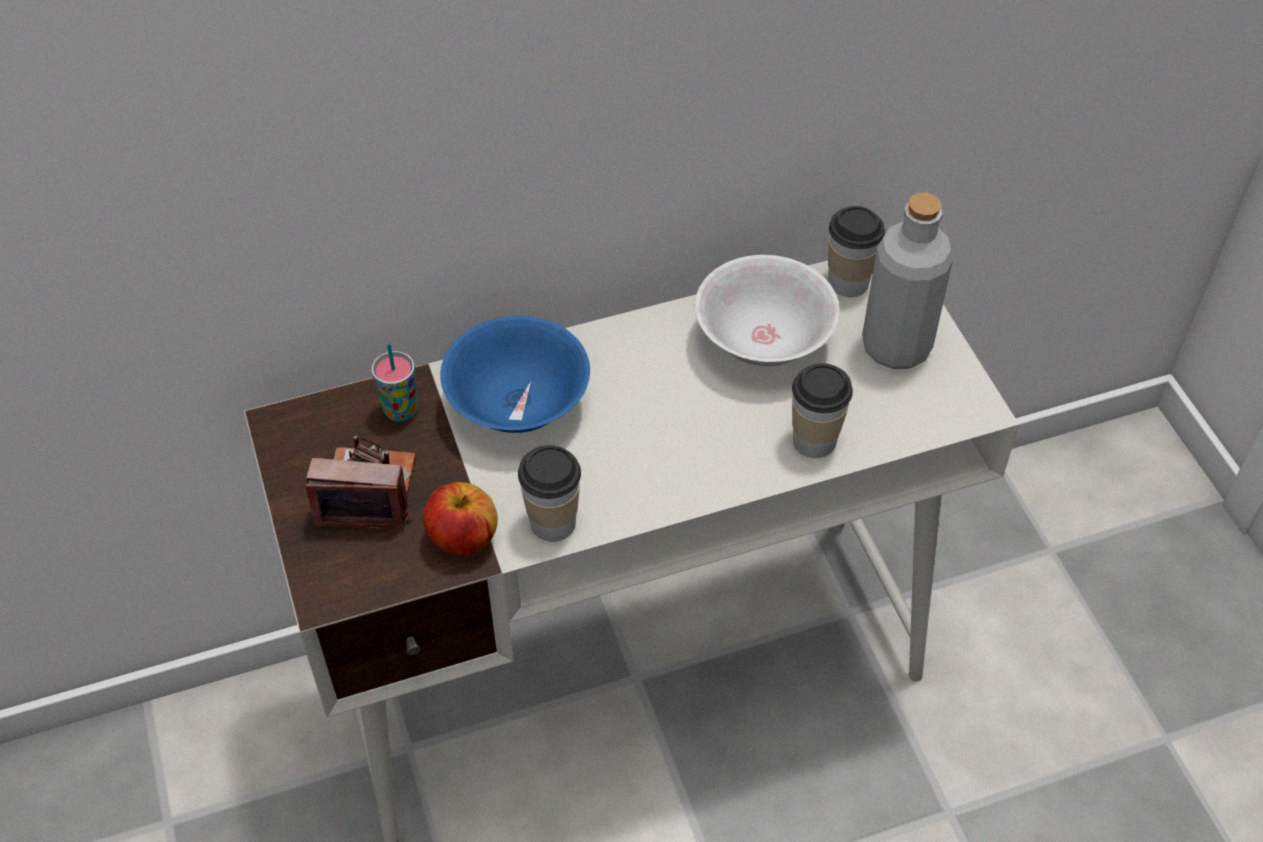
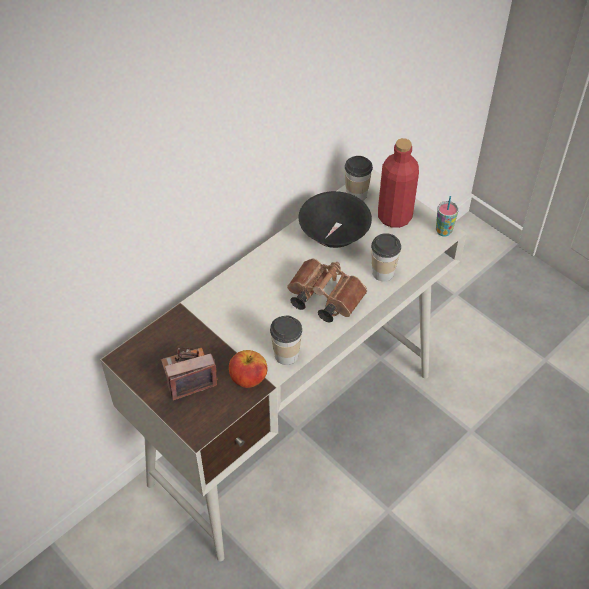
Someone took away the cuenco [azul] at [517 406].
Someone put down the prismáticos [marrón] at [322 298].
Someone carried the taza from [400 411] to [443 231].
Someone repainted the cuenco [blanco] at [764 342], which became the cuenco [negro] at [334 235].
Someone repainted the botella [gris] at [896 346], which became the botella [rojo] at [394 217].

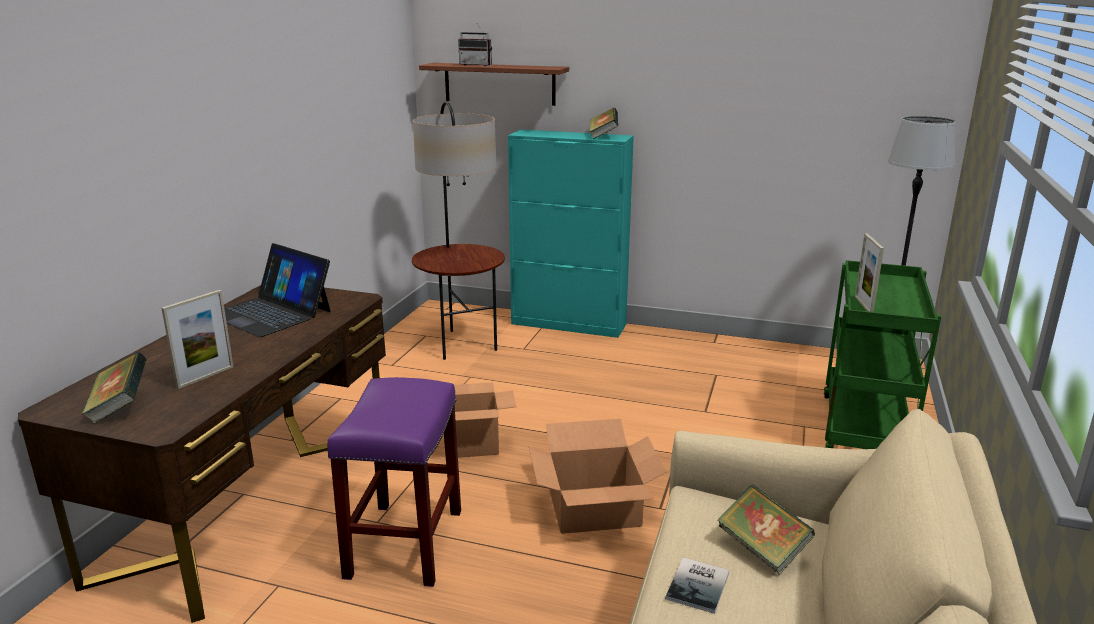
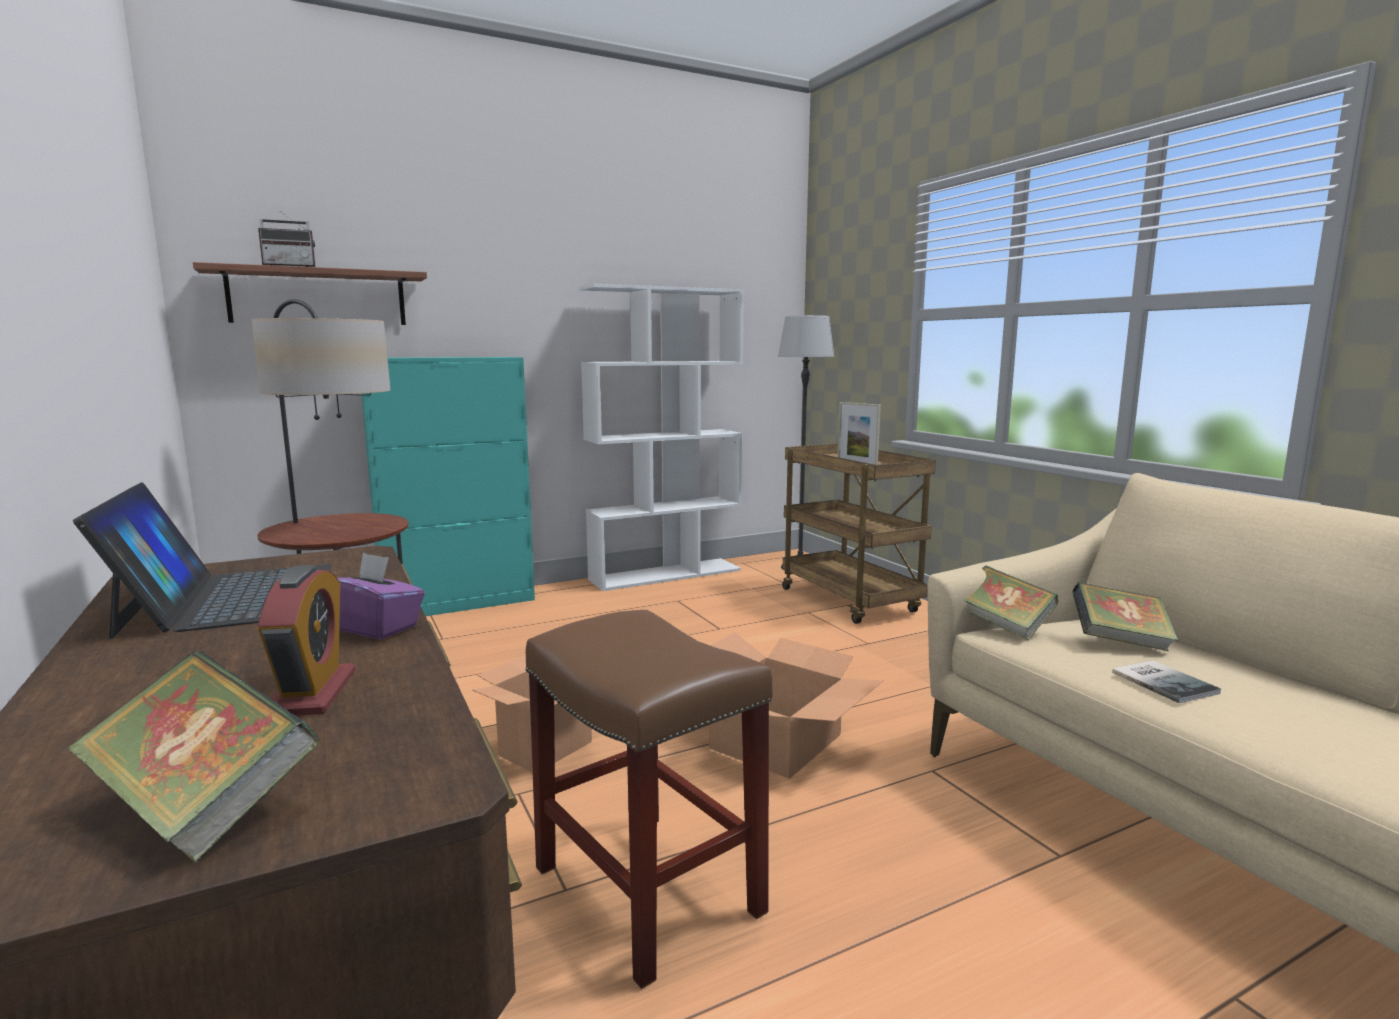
Someone put down the caja de pañuelos [morado] at [373 627].
Someone put down the estantería [blanco] at [666 574].
Someone carried the libro from [603 136] to [1003 626].
Someone swapped the portarretratos at [205 377] for the despertador at [312 693].
Someone repainted the taburete [morado] at [405 544], which became the taburete [marrón] at [650 890].
Someone repainted the carrito [verde] at [865 432], which became the carrito [marrón] at [851 601].
Someone rotated the portátil at [271 313] by 105 degrees counterclockwise.

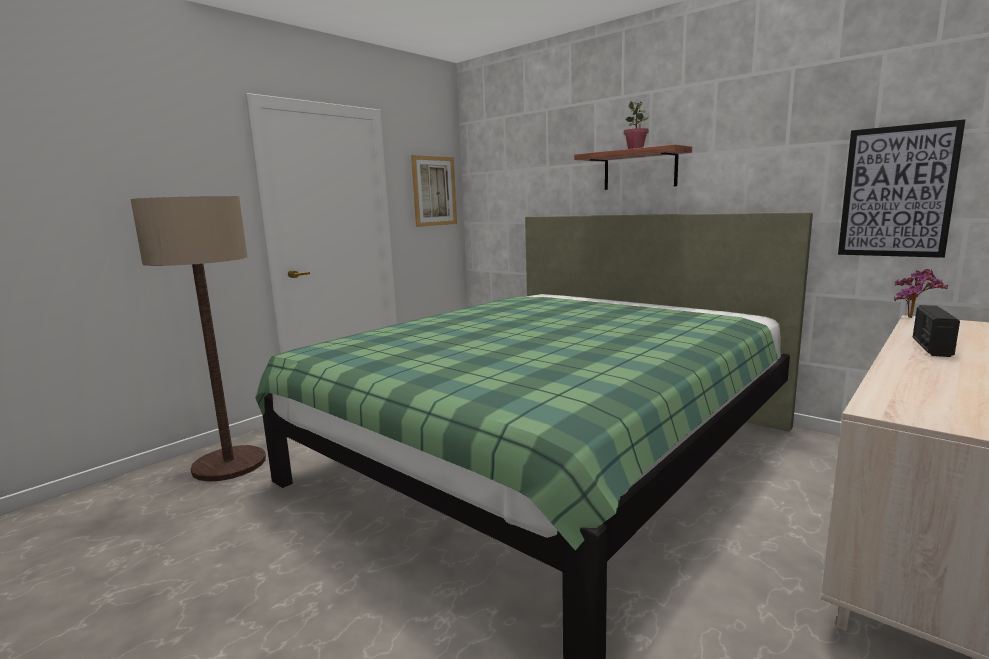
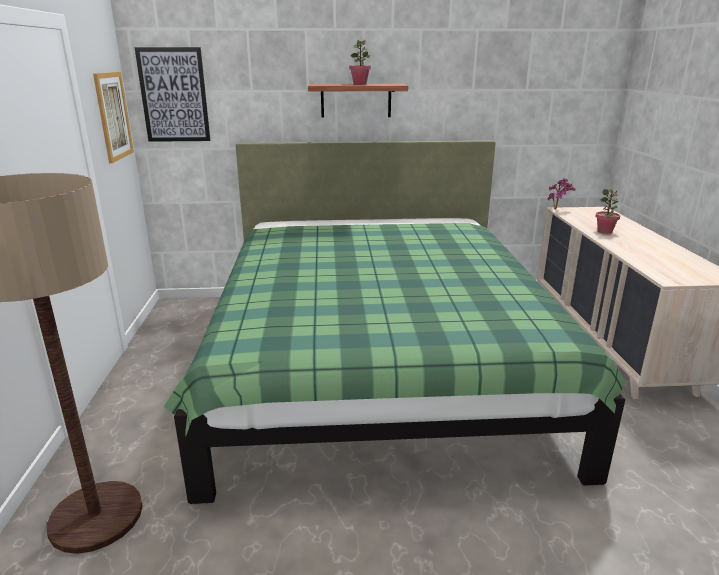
Someone carried the cuadro from [897 192] to [174 95].
Someone swapped the radio at [931 347] for the planta en maceta at [605 231].

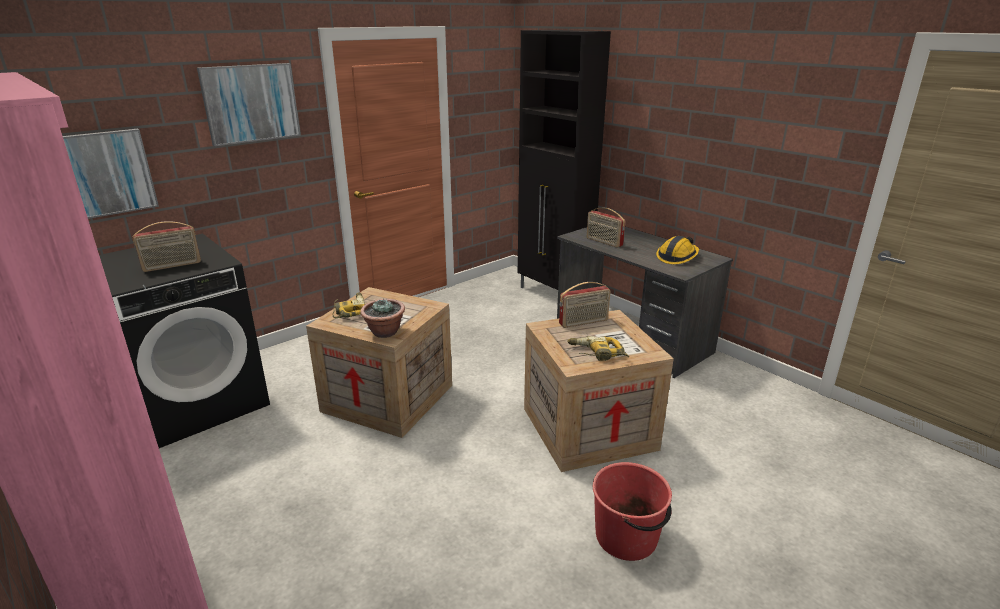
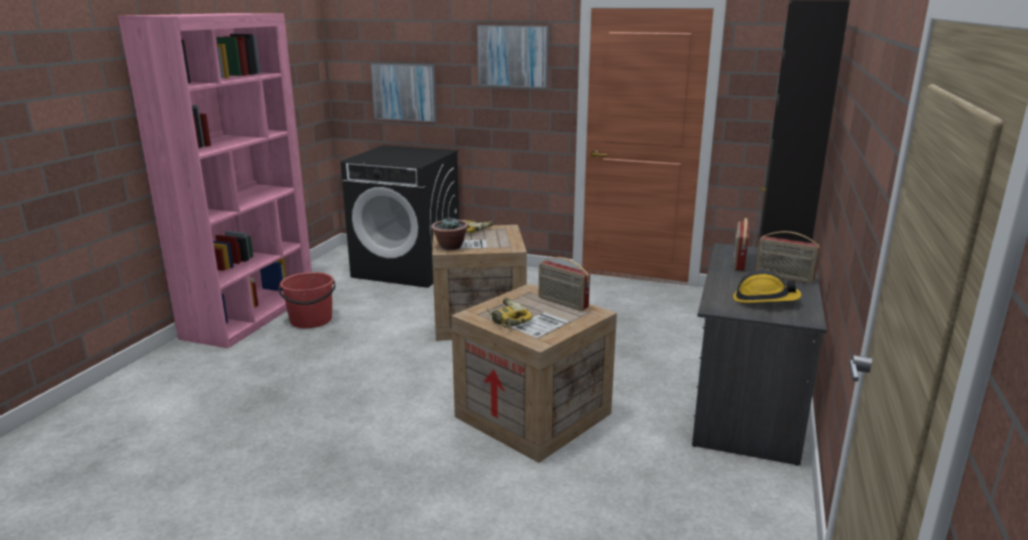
Someone carried the radio from [172 266] to [783 277].
Someone carried the cubo [rojo] from [627 537] to [311 320].

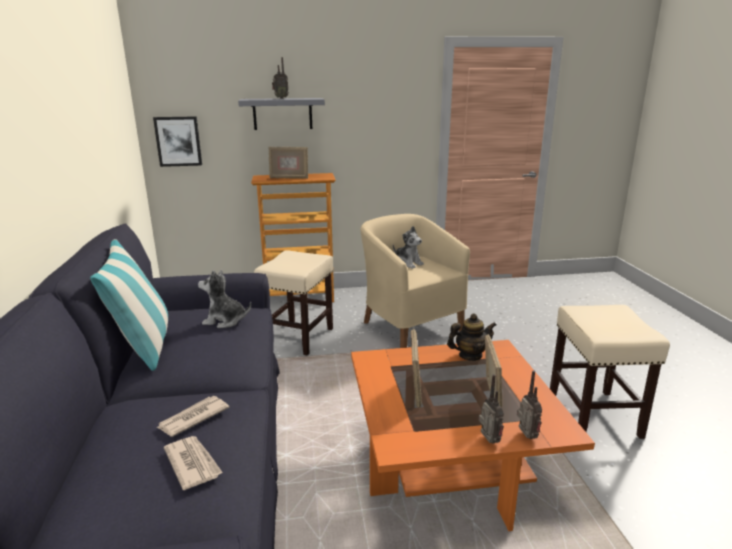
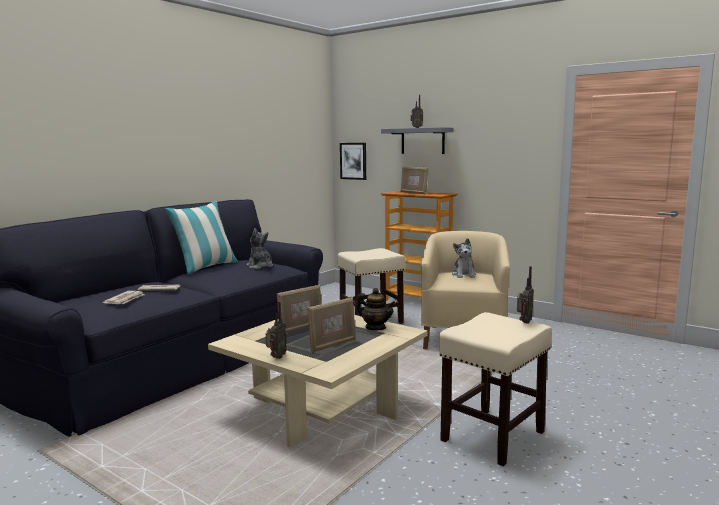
Someone carried the radio from [526 437] to [523 322].
Someone repainted the mesa de centro [naranja] at [450 466], which became the mesa de centro [beis] at [322 409].

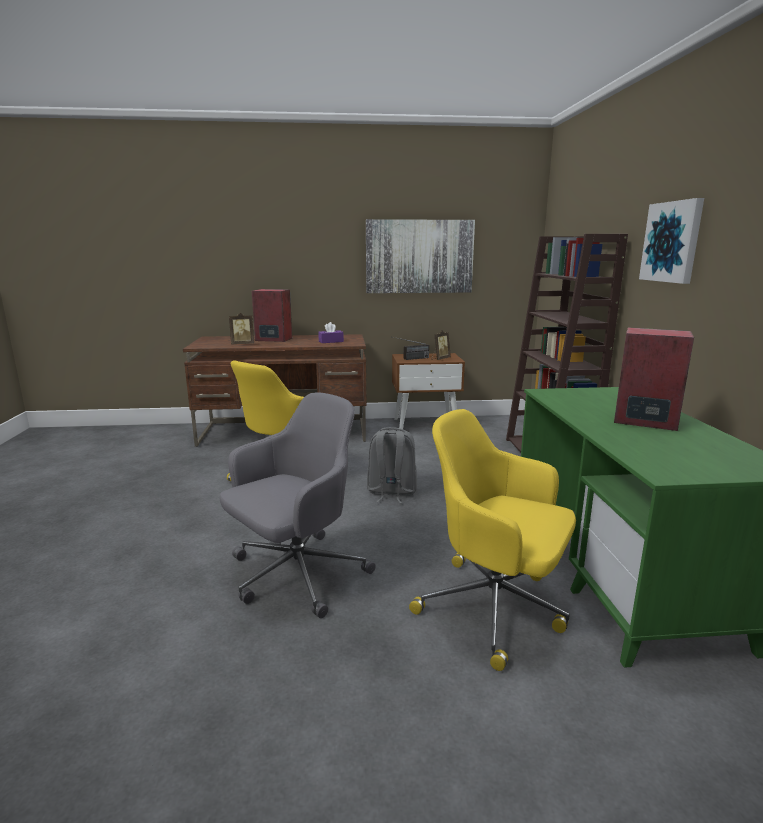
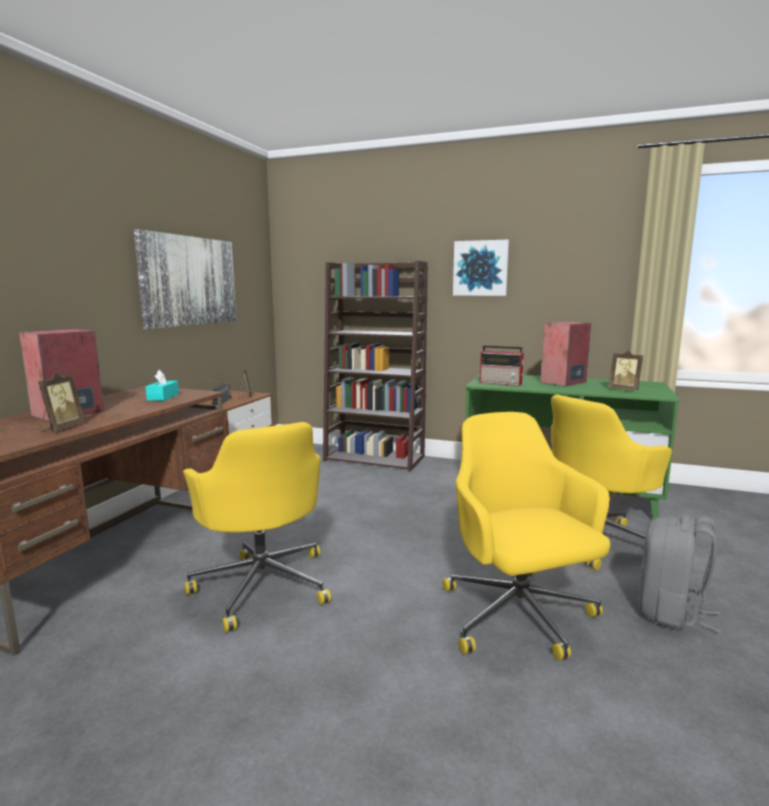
Someone put down the radio at [501 383].
Someone put down the portarretratos at [624 389].
Someone carried the mochila [gris] from [391 492] to [671 612].
Someone repainted the silla de oficina [gris] at [296 574], which became the silla de oficina [amarillo] at [518 616].
Someone repainted the caja de pañuelos [morado] at [331 341], which became the caja de pañuelos [turquesa] at [163 397].

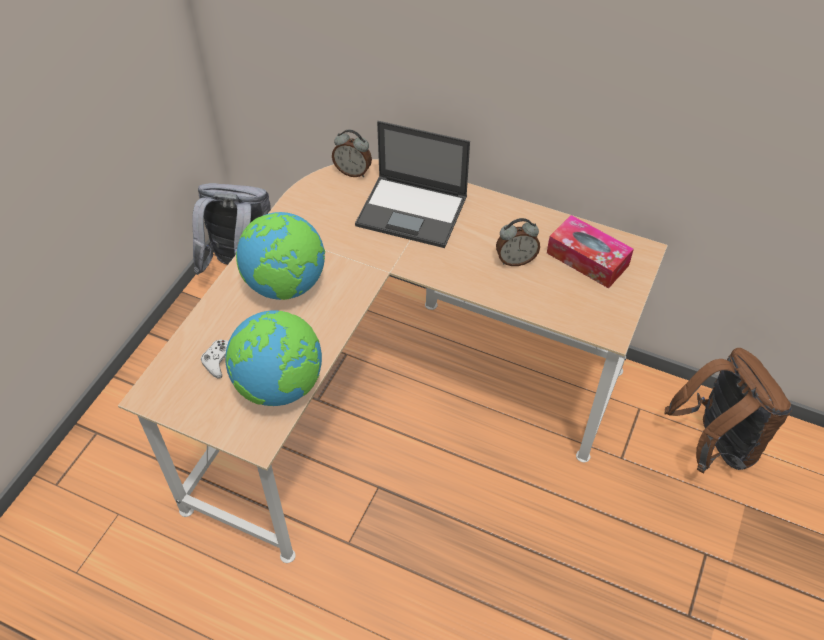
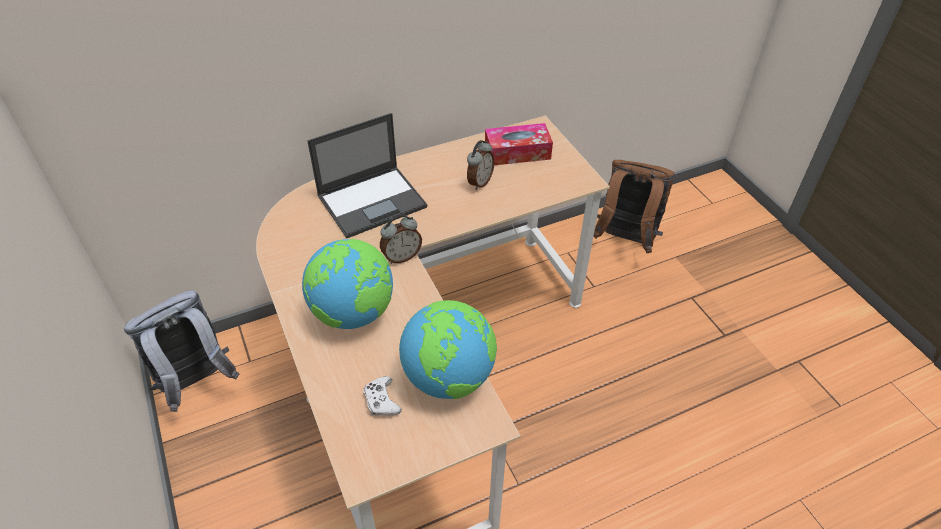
Someone carried the despertador from [353 172] to [401 256].

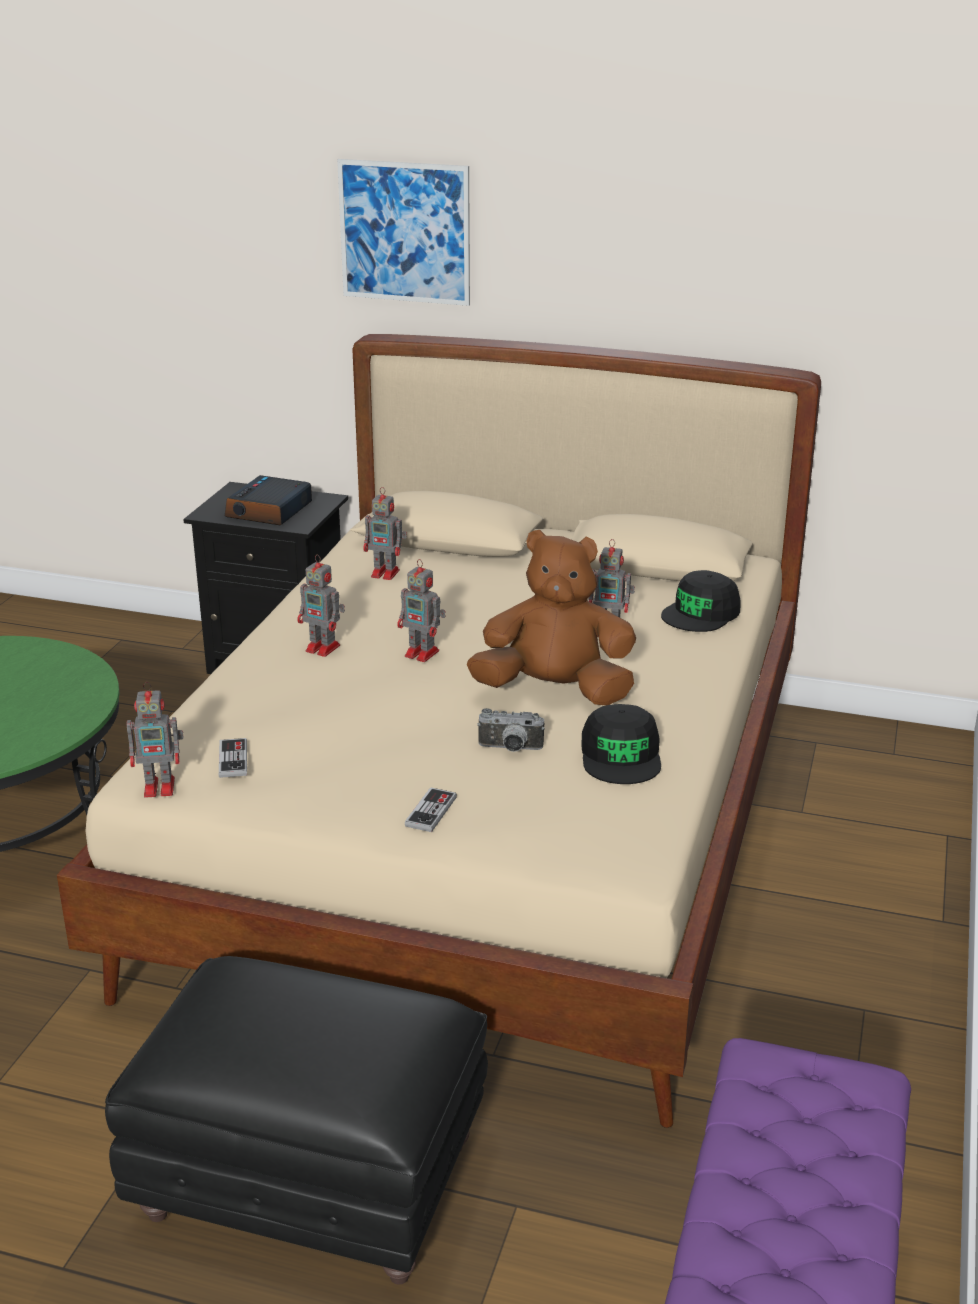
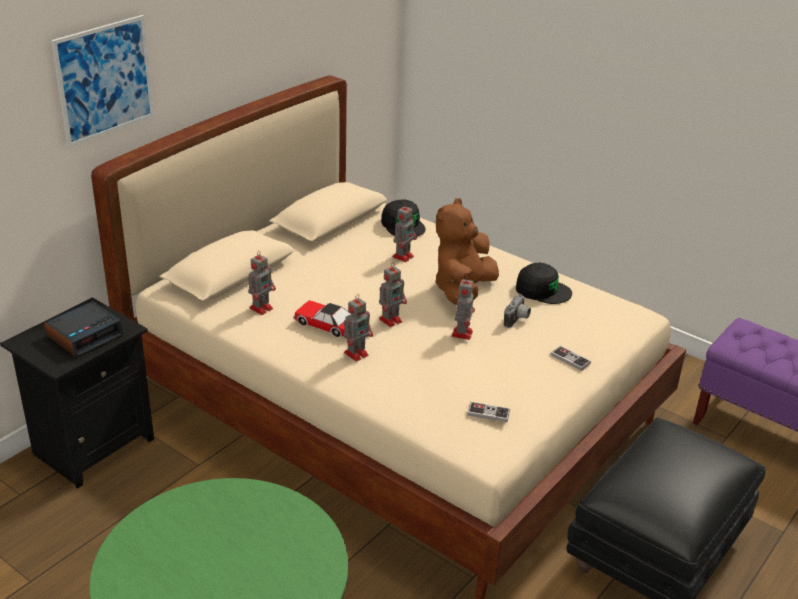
Someone put down the coche de juguete at [327 324].
Someone carried the robot de juguete from [161 787] to [462 333].
Someone rotated the despertador at [269 511] by 90 degrees counterclockwise.

